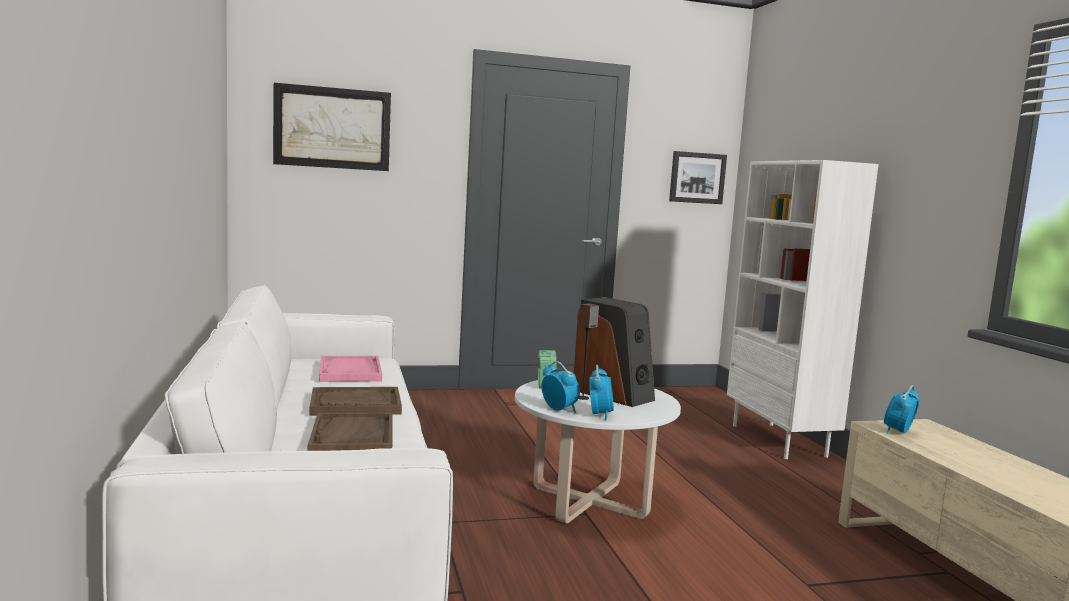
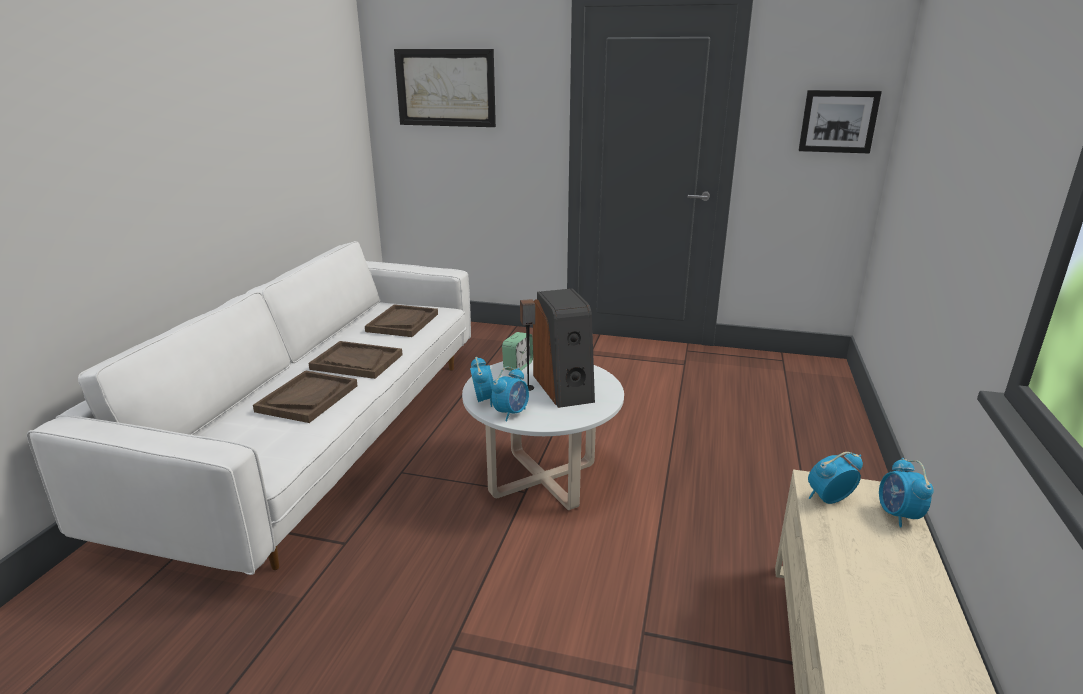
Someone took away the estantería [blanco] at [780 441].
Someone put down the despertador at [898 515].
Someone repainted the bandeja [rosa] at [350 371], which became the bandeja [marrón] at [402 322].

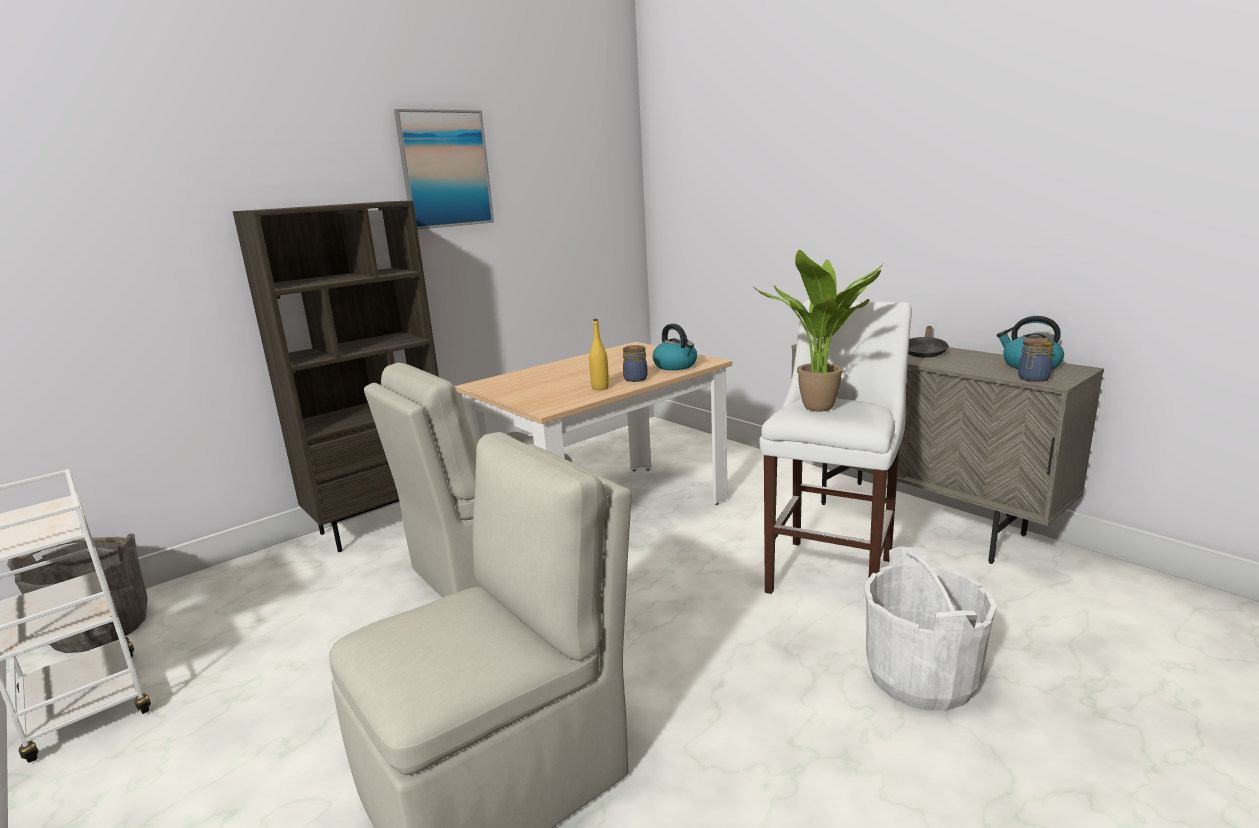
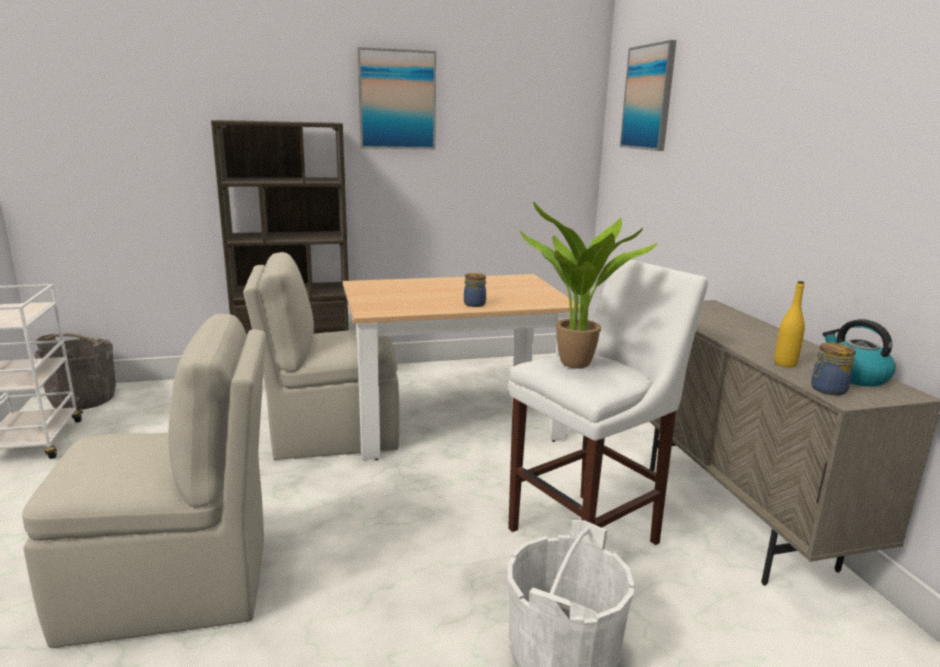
Someone took away the hervidor at [676 366].
Someone took away the sartén [negro] at [924 352].
Someone put up the cuadro at [648 97].
Someone carried the botella [amarillo] from [600 388] to [785 364].

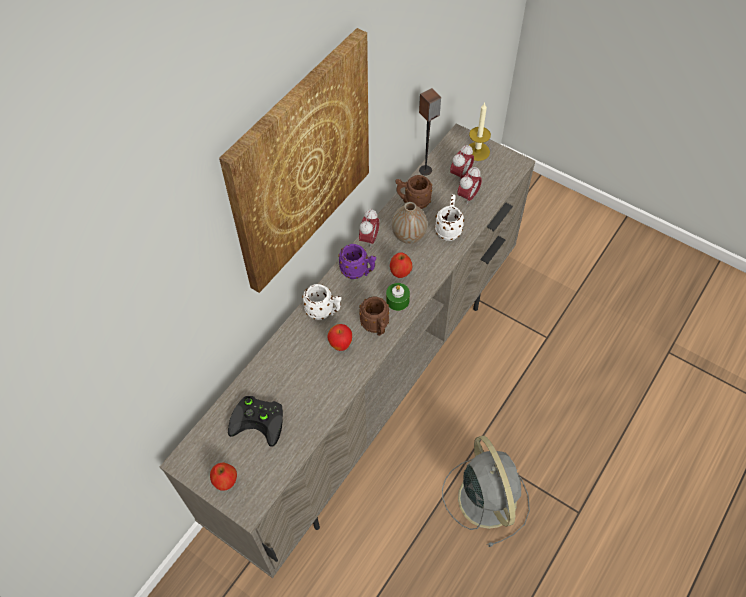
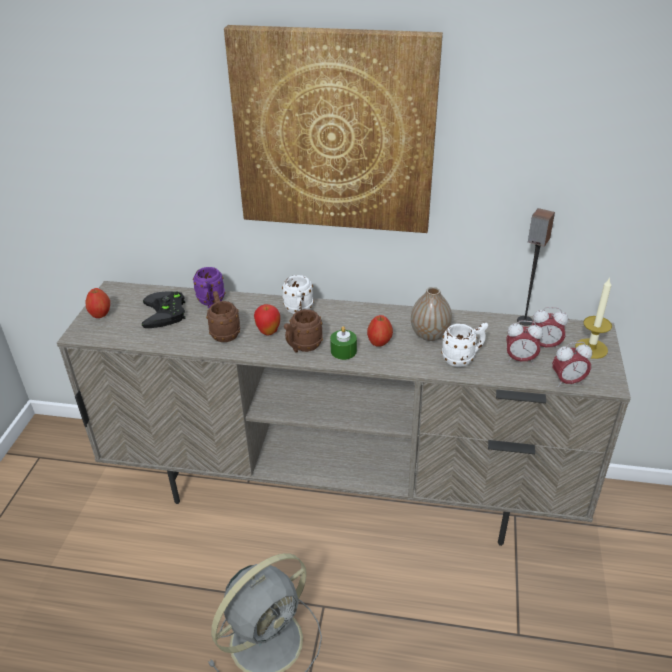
Someone carried the taza grande [morado] from [358 272] to [210 303].
Someone carried the despertador from [369 239] to [567 382].
Someone carried the taza grande [marrón] from [413 202] to [224 332].

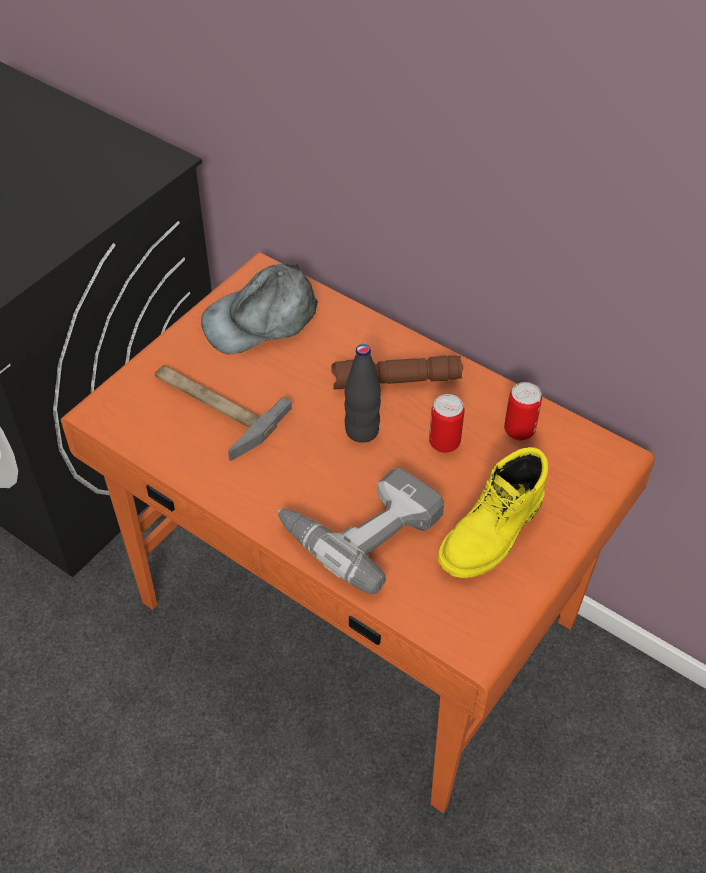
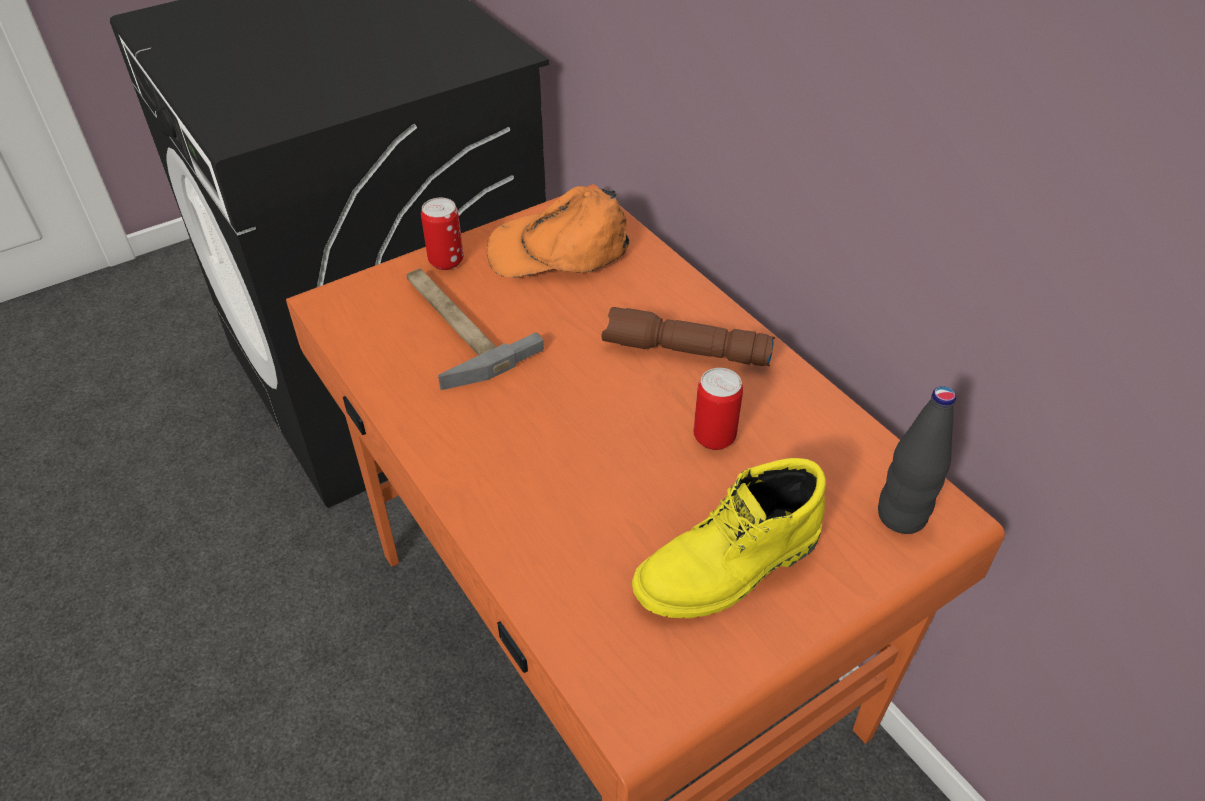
Someone took away the taladro at [360 527].
Someone carried the botella [negro] from [362 431] to [901 516].
Someone carried the lata from [519 431] to [446 261].
Someone repainted the gorra [gris] at [261 319], which became the gorra [naranja] at [559 249].

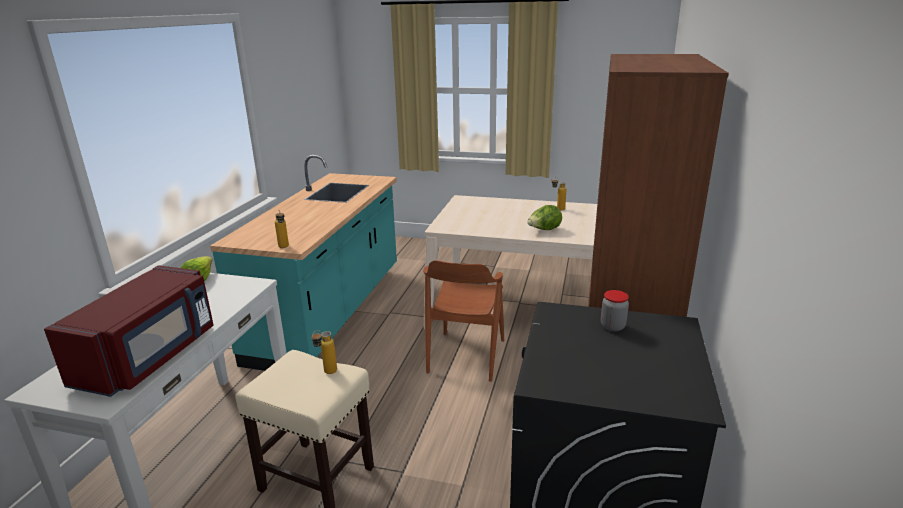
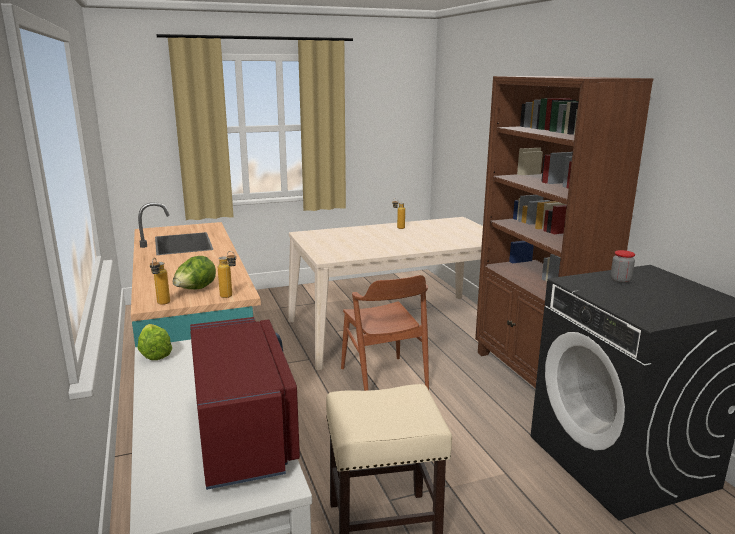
Someone carried the botella from [326 373] to [162 304].
Someone carried the lechuga from [544 230] to [195 290].

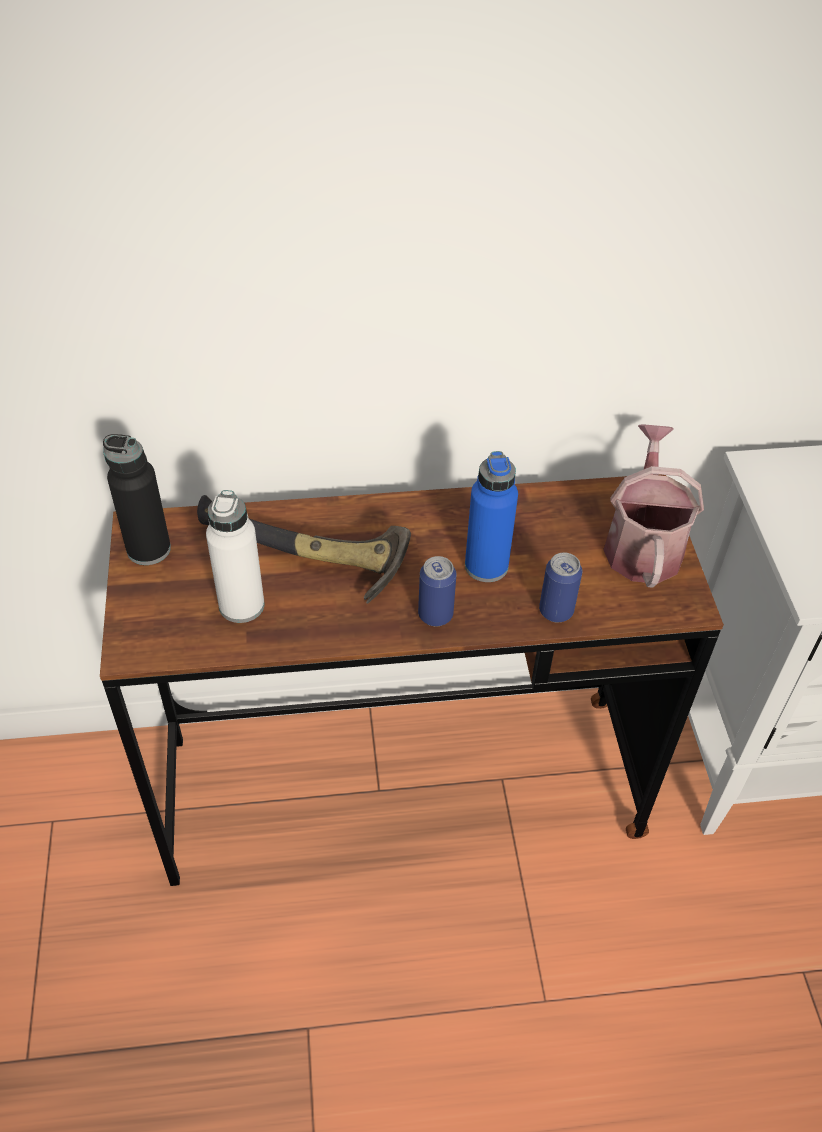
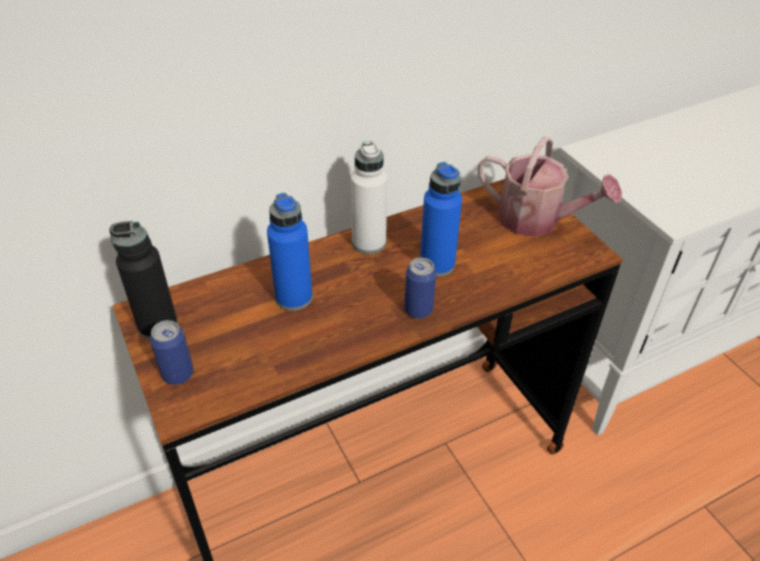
Someone carried the botella [blanco] from [241 605] to [369 243].
Someone carried the lata from [556 611] to [178 374].
Someone swapped the martillo at [304 559] for the botella [azul] at [294 297].
Someone rotated the regadera at [642 543] by 135 degrees clockwise.

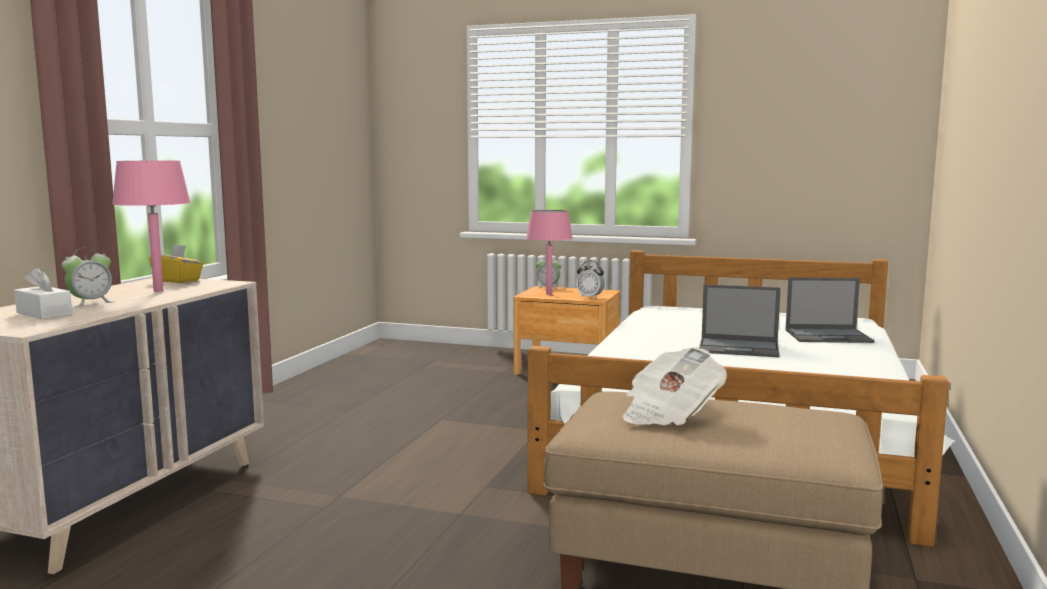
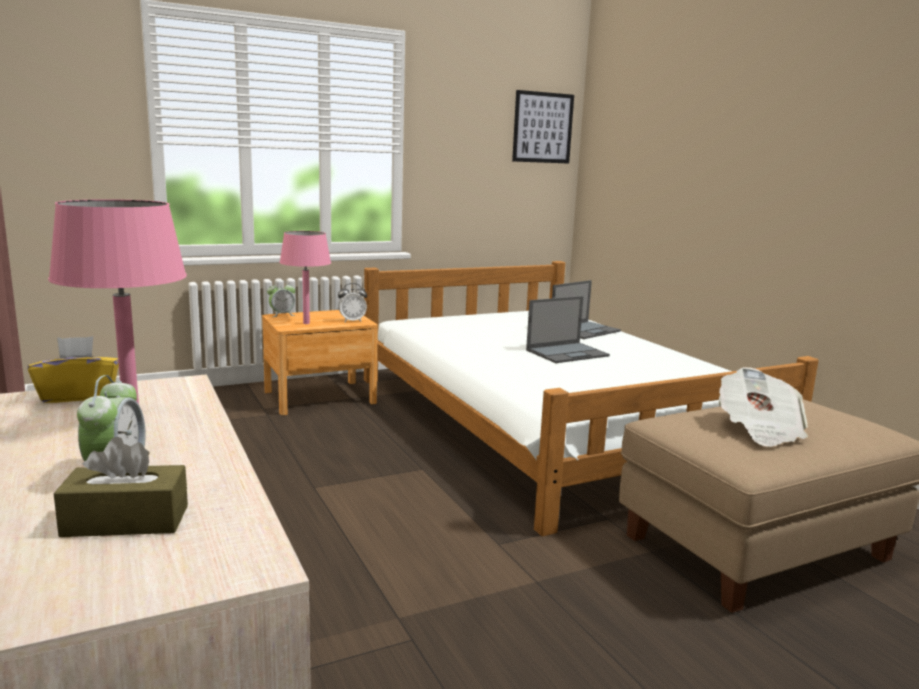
Someone put up the cuadro at [543 127].
Someone repainted the caja de pañuelos [blanco] at [44 313], which became the caja de pañuelos [marrón] at [126 521].

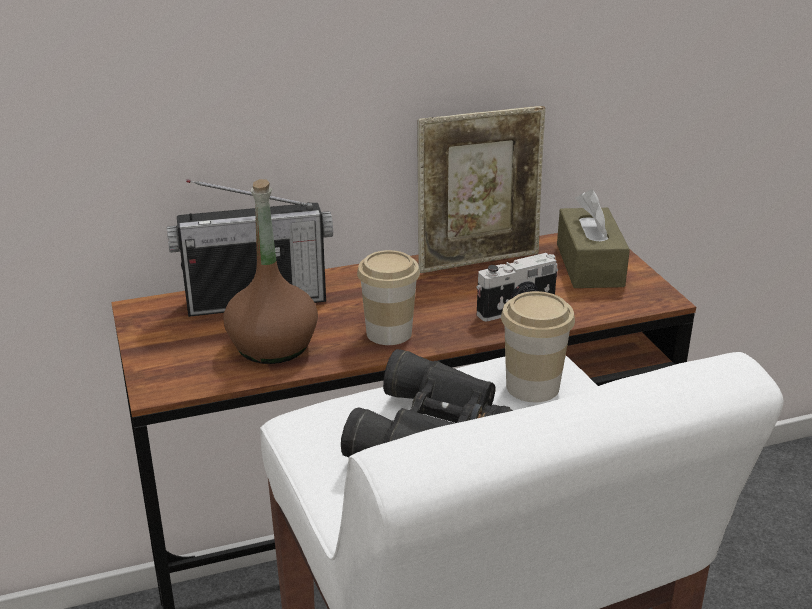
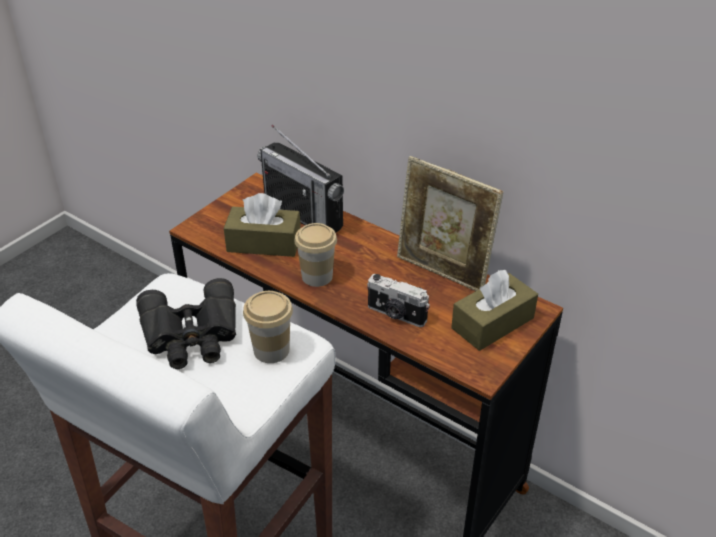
Someone swapped the botella [marrón] at [273 346] for the caja de pañuelos [marrón] at [264 243].

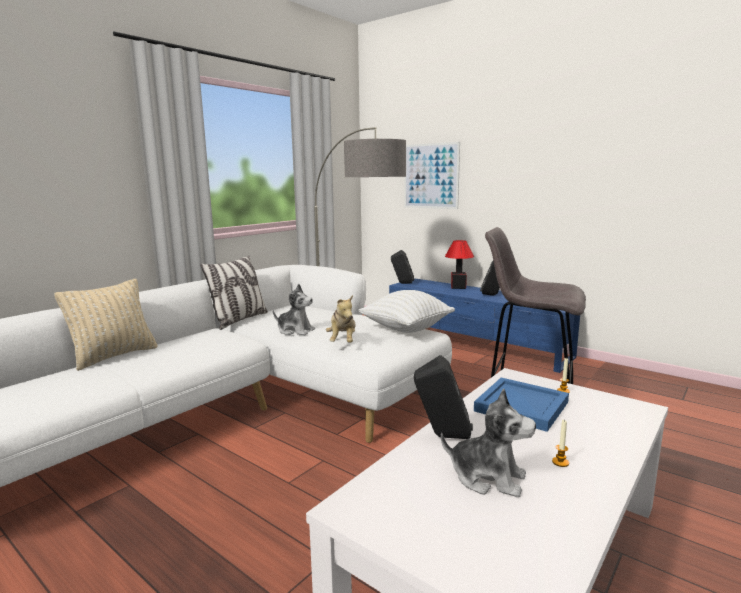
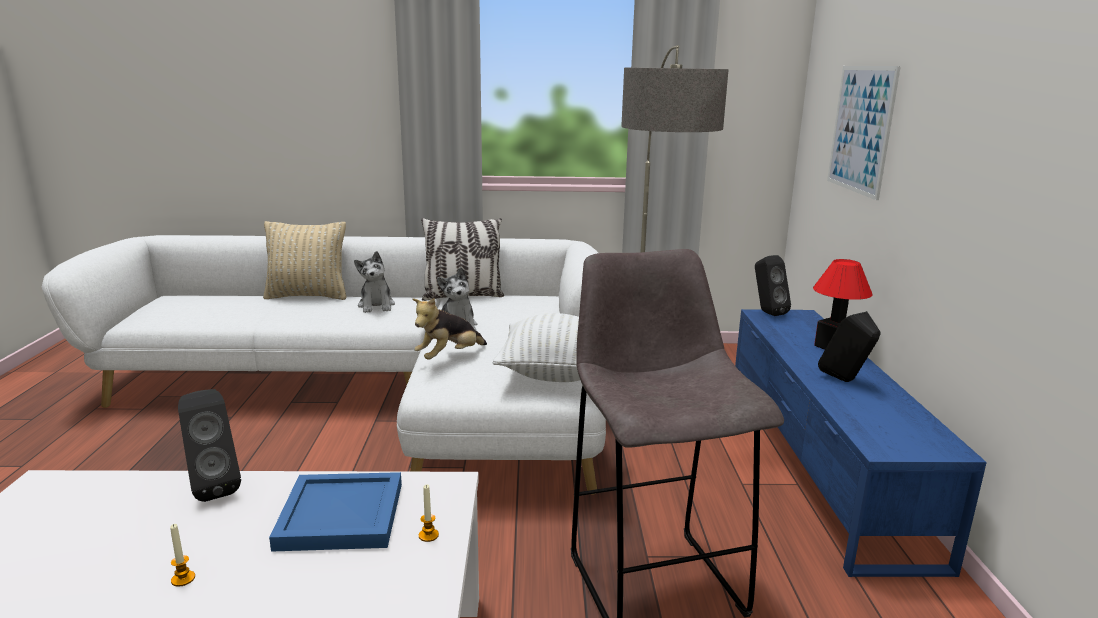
Someone carried the peluche from [488 477] to [376 306].

